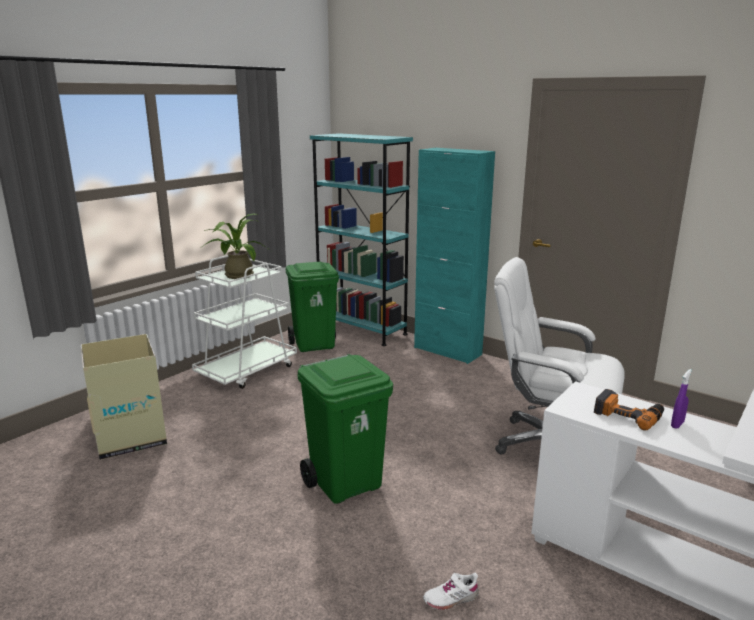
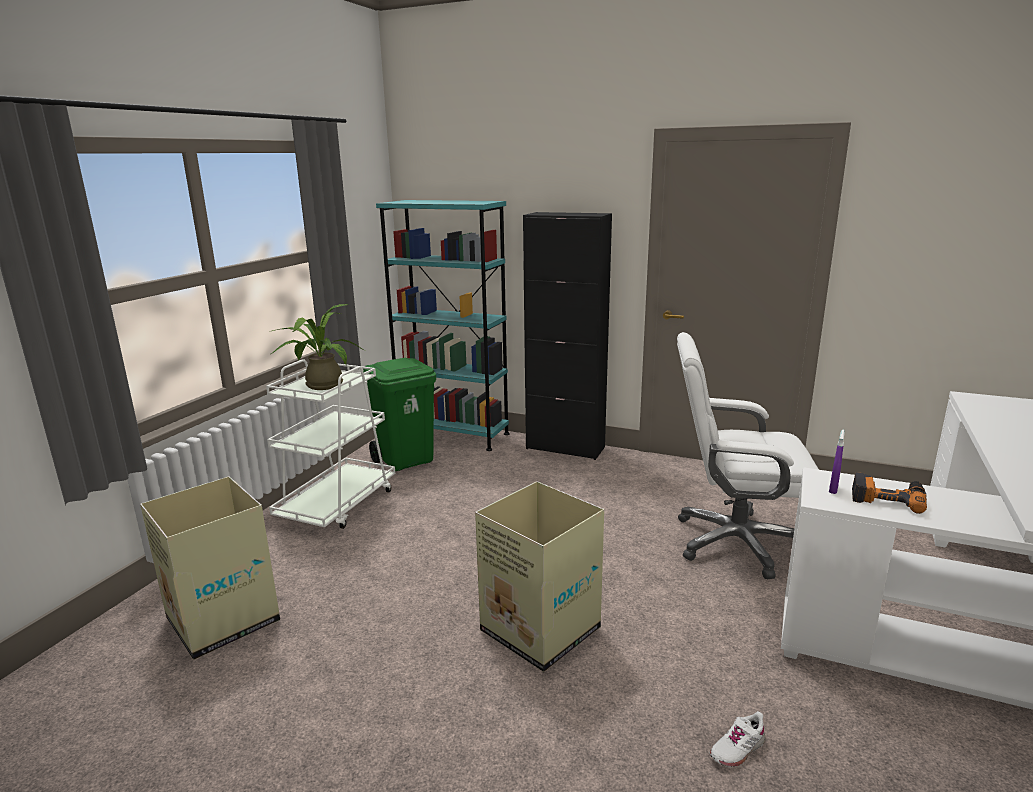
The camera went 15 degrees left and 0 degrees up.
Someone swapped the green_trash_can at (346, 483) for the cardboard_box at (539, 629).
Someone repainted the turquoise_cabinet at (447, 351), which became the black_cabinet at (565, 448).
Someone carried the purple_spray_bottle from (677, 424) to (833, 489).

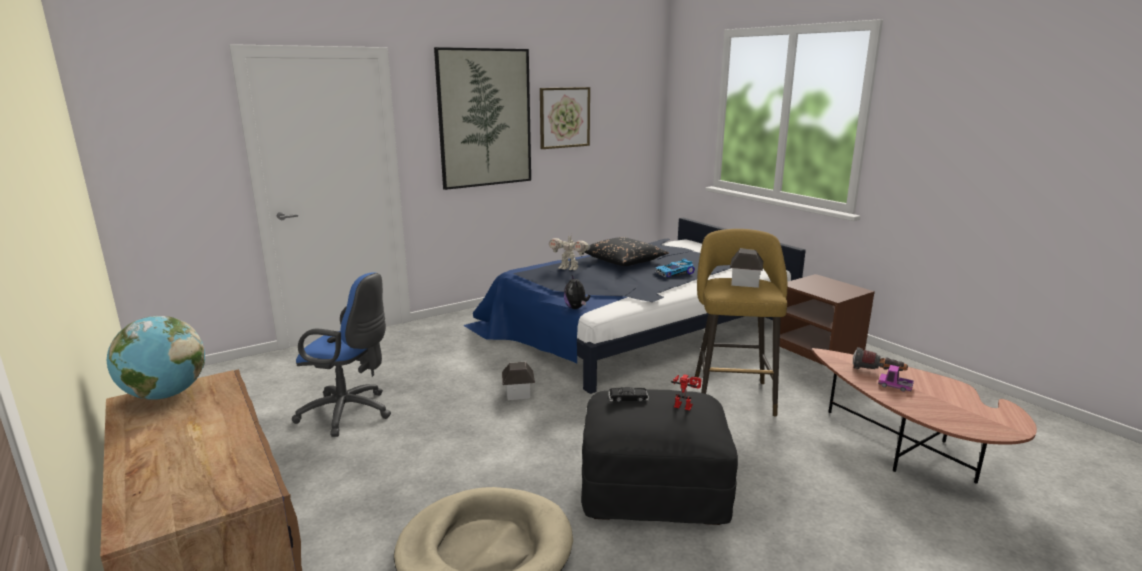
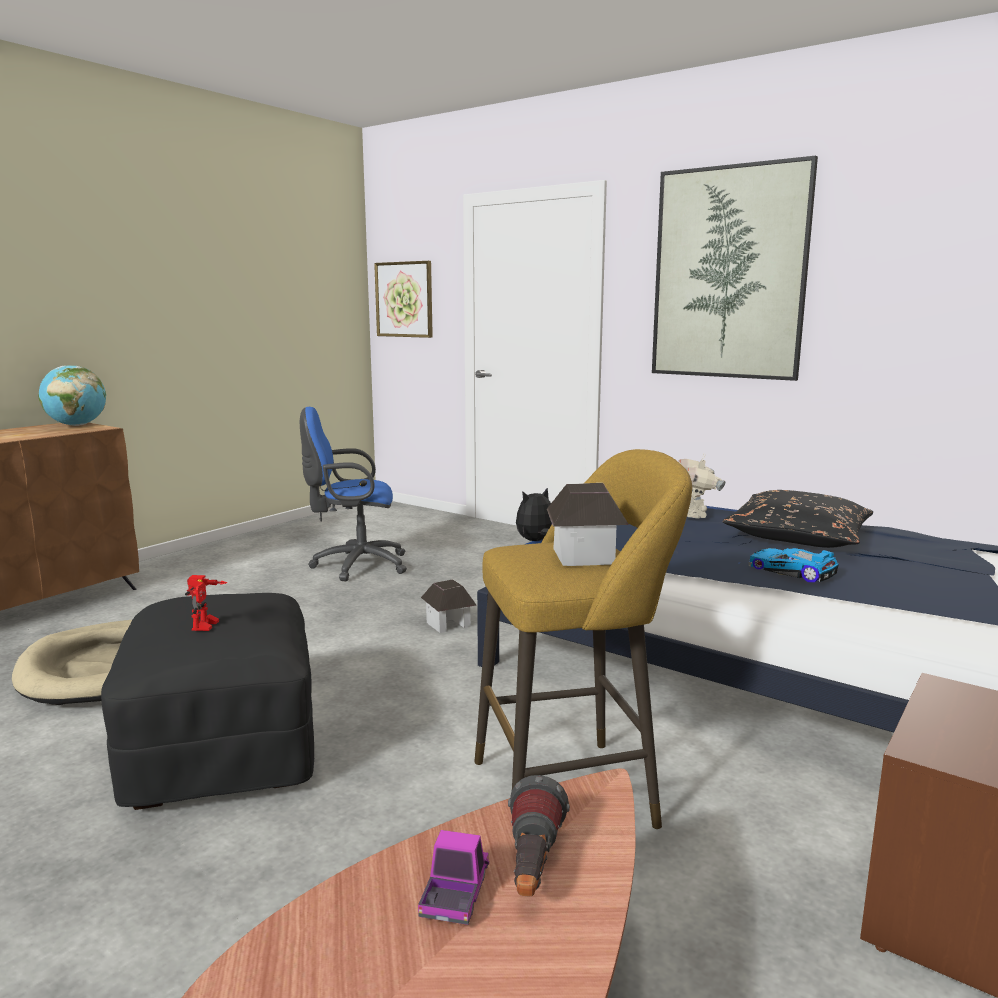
The camera went 70 degrees right and 5 degrees down.
Someone rotated the blue_office_chair at (350, 413) by 90 degrees clockwise.
Someone carried the picture from (564, 117) to (404, 299).
Someone took away the black_toy_car at (628, 398).

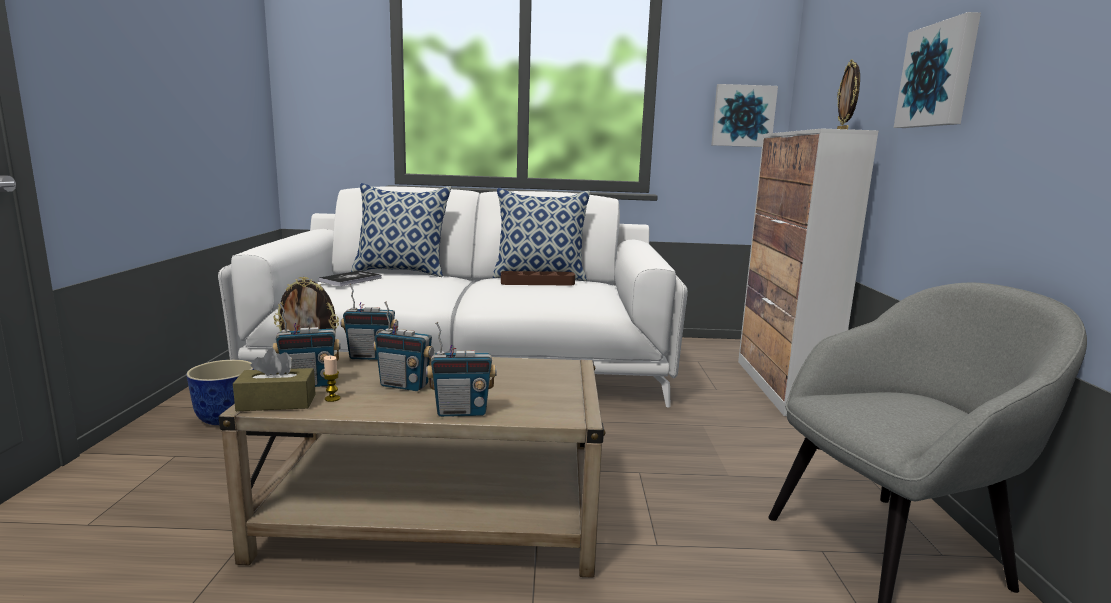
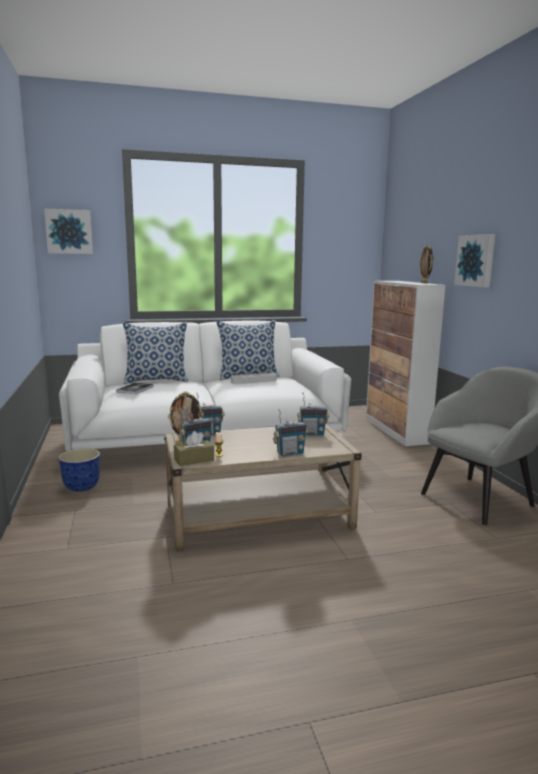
The camera went 15 degrees left and 0 degrees up.
Someone carried the radio from (405, 385) to (312, 433).
Someone repainted the brown_tray at (537, 283), which became the grey_tray at (253, 381).
Someone carried the picture from (743, 116) to (69, 231).

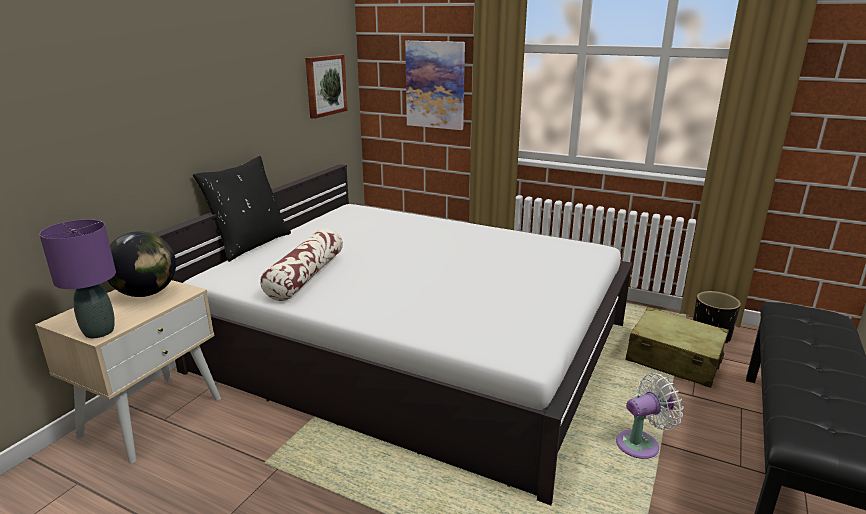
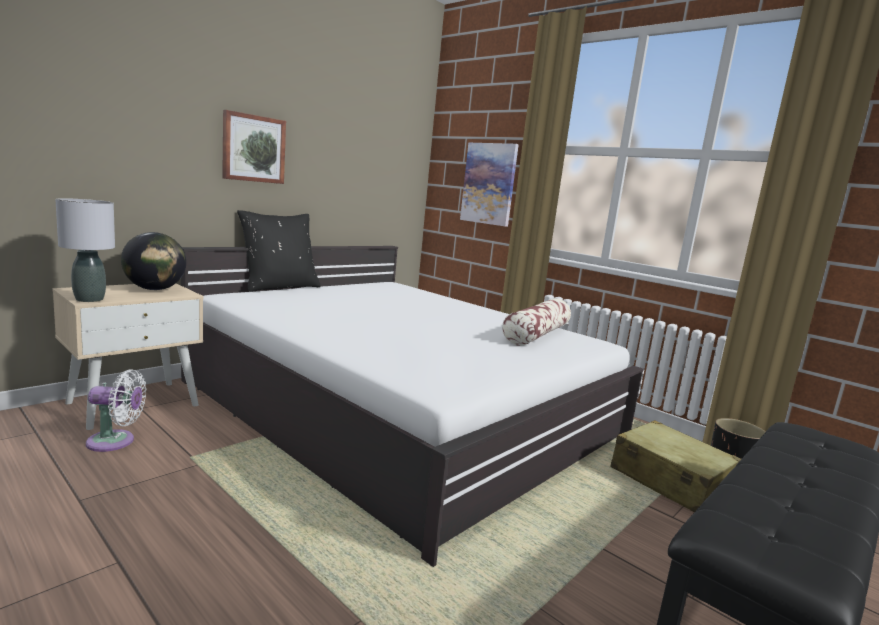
The camera went 15 degrees right and 10 degrees down.
Someone repainted the purple_table_lamp at (99, 331), which became the grey_table_lamp at (90, 299).
Someone carried the pillow from (306, 276) to (536, 335).
Someone carried the picture from (325, 85) to (253, 148).
Someone carried the white_fan from (641, 444) to (115, 442).

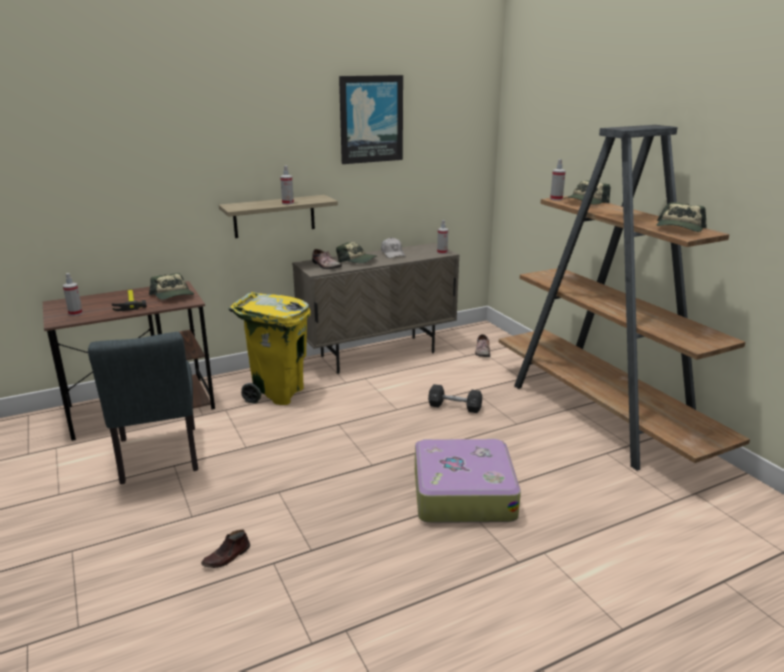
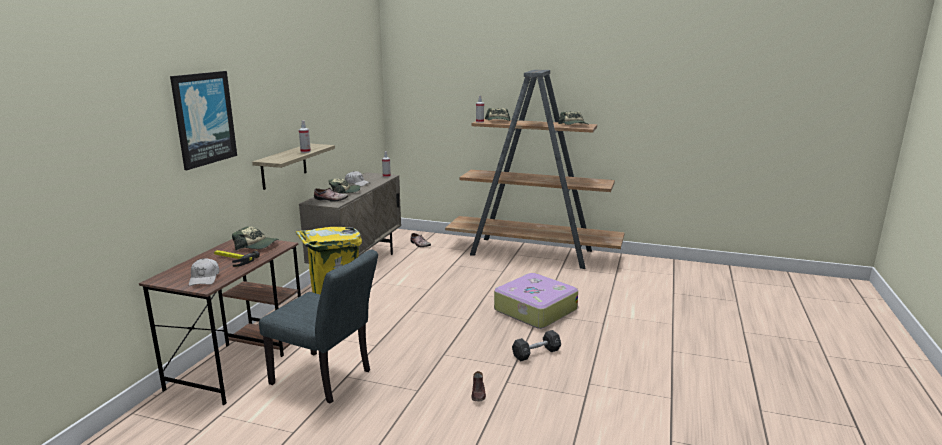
The camera went 45 degrees left and 5 degrees down.
Someone swapped the spray_bottle at (75, 313) for the white_cap at (204, 278).
Someone carried the picture from (371, 119) to (204, 118).
Someone carried the black_dumbbell from (454, 407) to (536, 353).

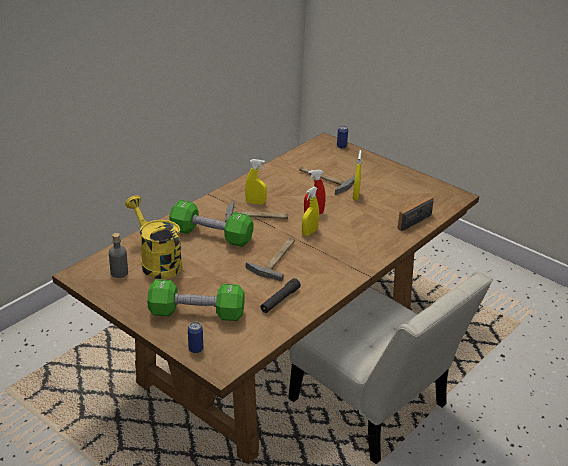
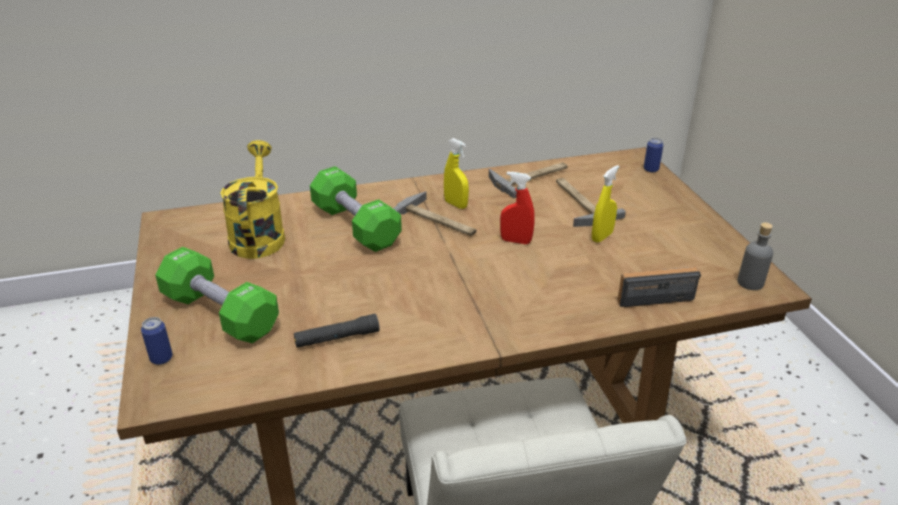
The camera went 35 degrees right and 0 degrees up.
Someone carried the grey_bottle from (119, 273) to (750, 282).
Someone carried the hammer from (276, 258) to (530, 178).
Someone took away the yellow_spray_bottle at (309, 232).

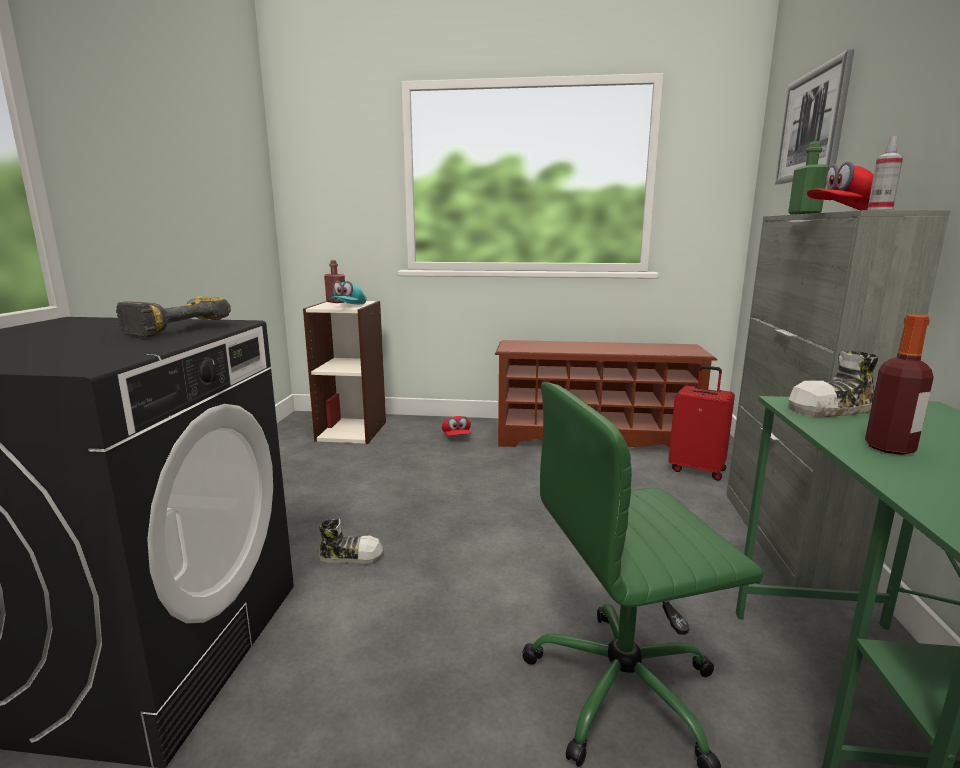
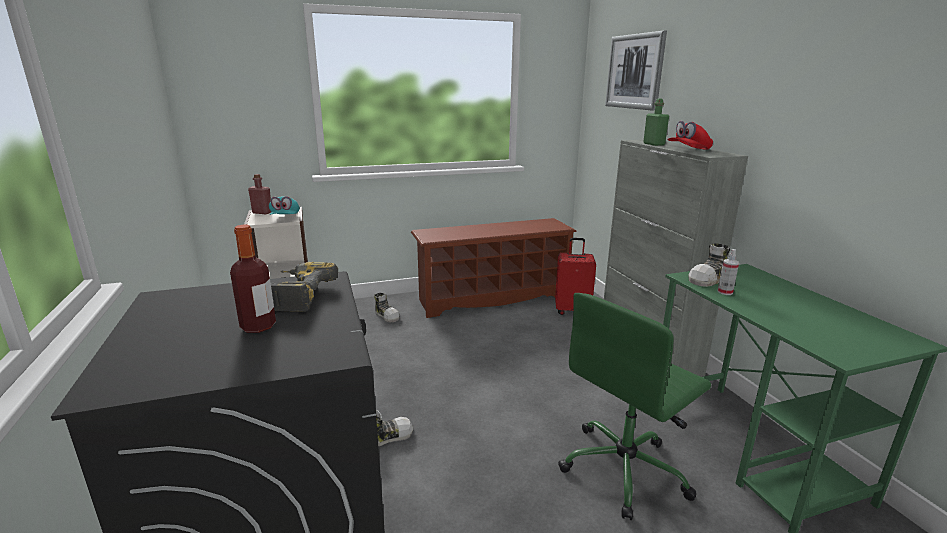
The camera went 25 degrees left and 5 degrees up.
Someone swapped the red_cap at (456, 437) for the shoe at (387, 315).
Someone carried the bottle from (889, 448) to (258, 326).
Someone carried the spray_bottle from (880, 209) to (725, 292).

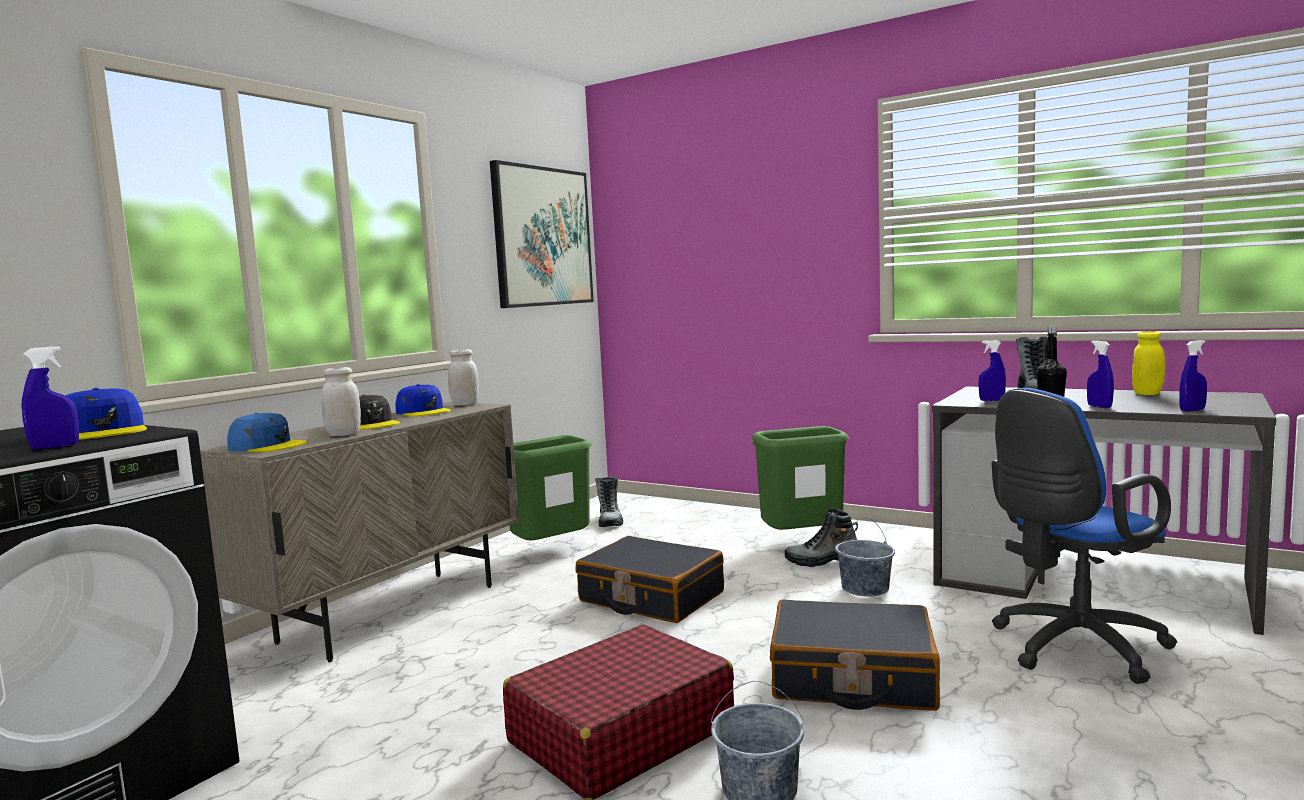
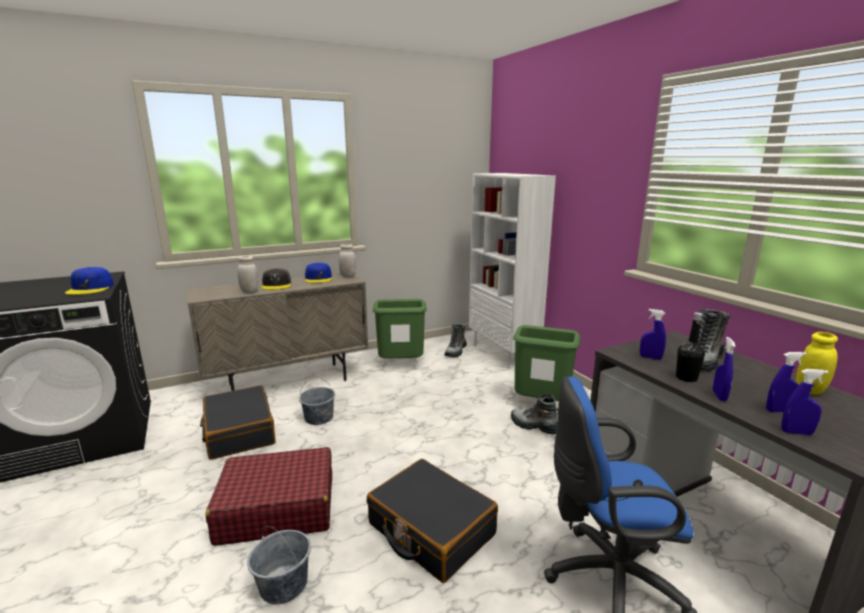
The camera went 30 degrees right and 10 degrees up.
Someone carried the blue_spray_bottle from (55, 447) to (779, 411).
Someone took away the blue_cap at (267, 446).
Someone took away the picture at (542, 237).
Someone carried the black_suitcase from (651, 597) to (239, 432).
Someone carried the grey_bucket from (864, 588) to (318, 418).
Someone put down the white_bookcase at (503, 354).

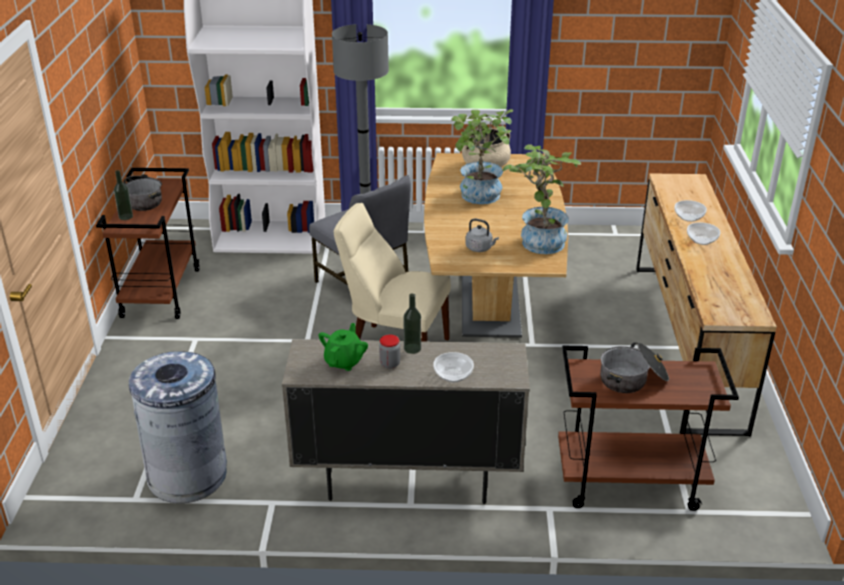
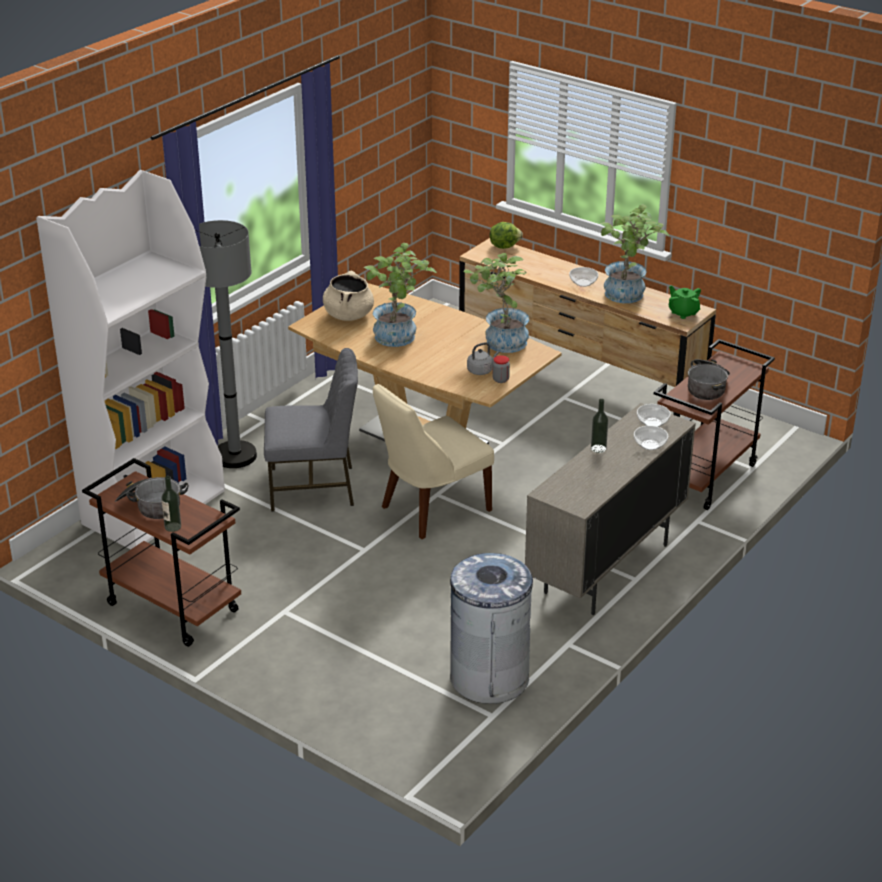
The camera went 55 degrees left and 0 degrees up.
Someone carried the green_teapot from (344, 361) to (683, 313).
Someone carried the jar from (390, 364) to (500, 380).
Someone carried the bowl from (688, 217) to (652, 423).
Someone put down the lettuce at (504, 246).
Someone put down the potted_plant at (627, 297).

